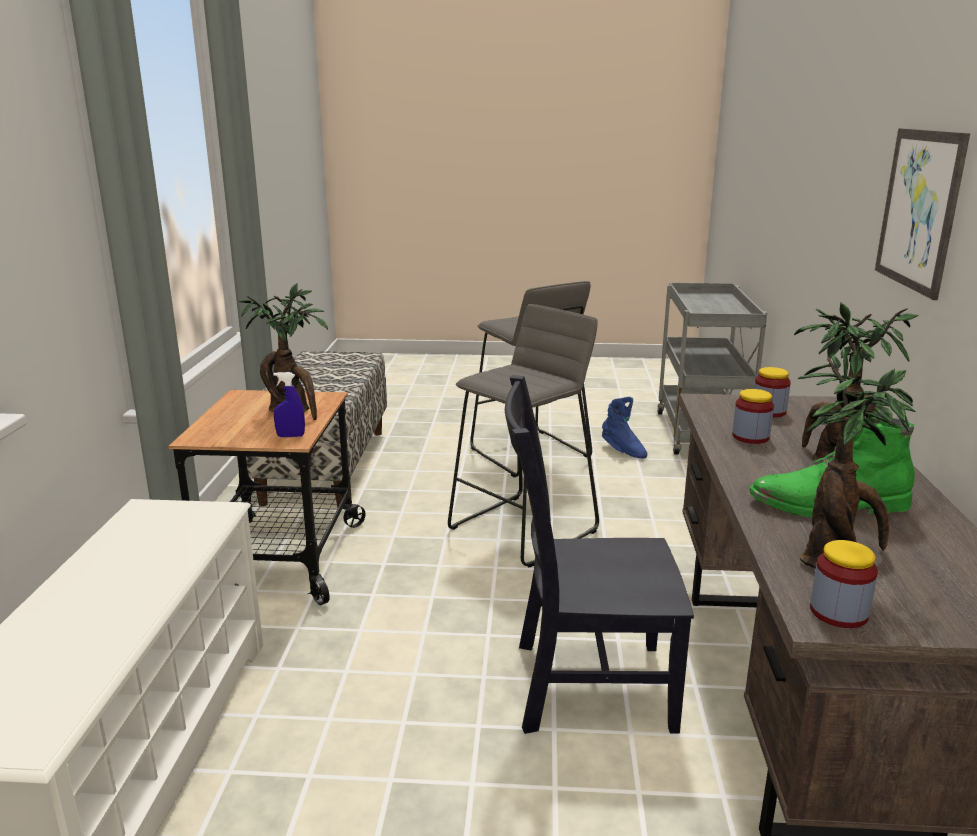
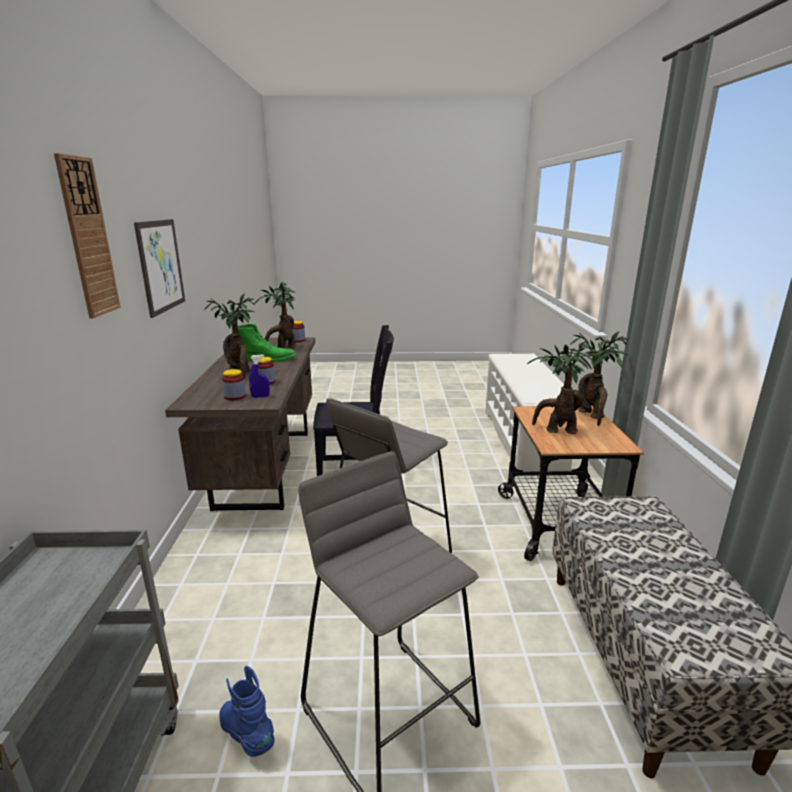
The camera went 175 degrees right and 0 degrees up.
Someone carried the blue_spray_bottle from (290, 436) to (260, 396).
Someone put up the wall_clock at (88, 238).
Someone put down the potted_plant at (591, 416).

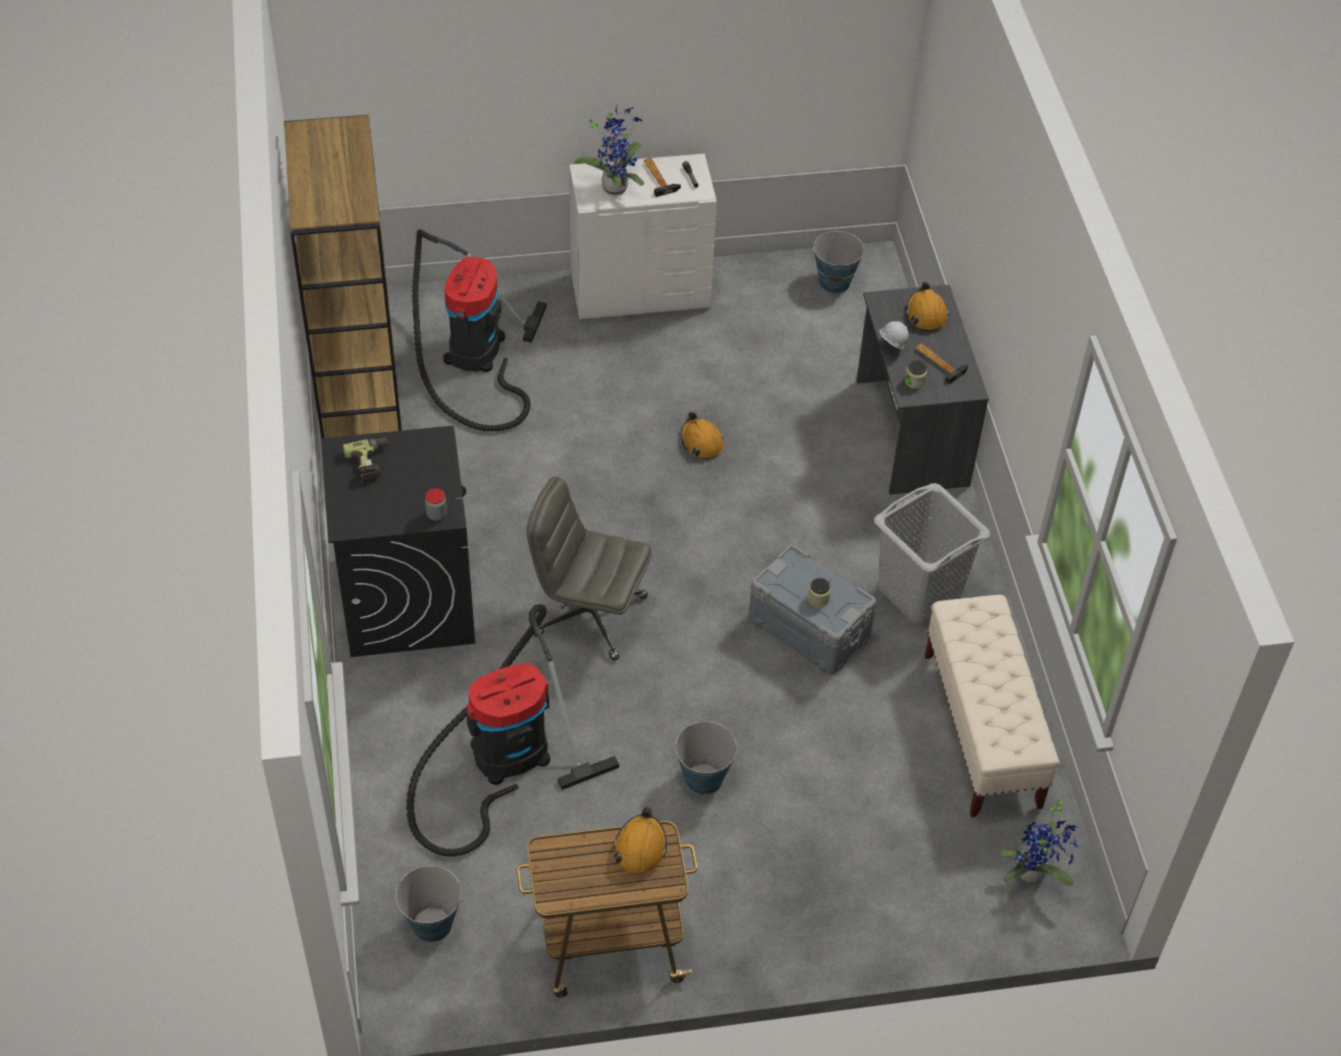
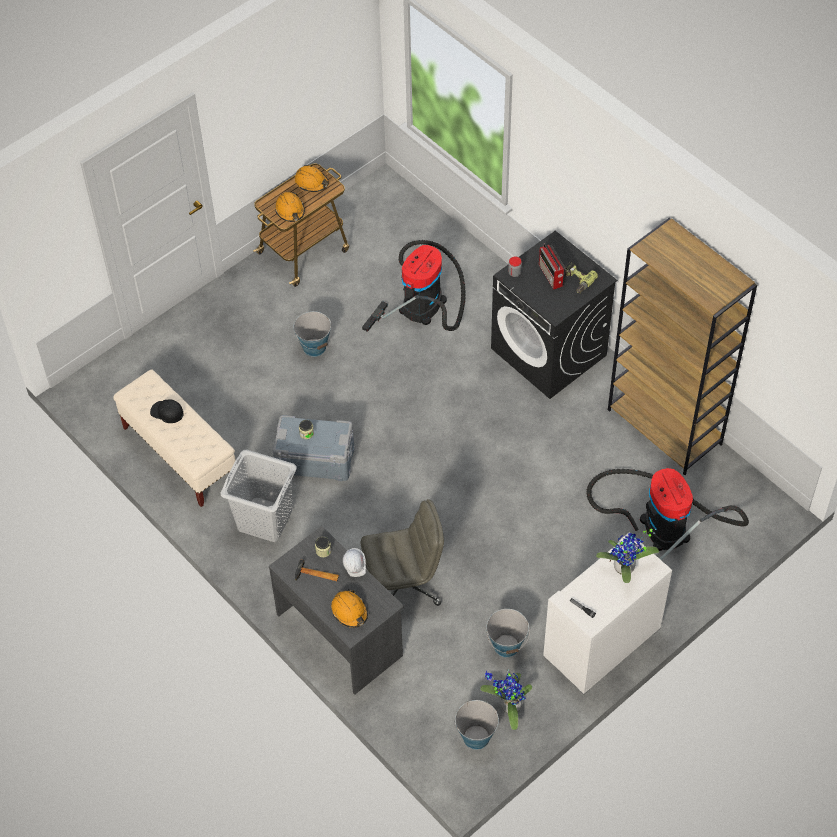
The camera went 150 degrees right and 5 degrees up.
Someone carried the bucket from (431, 924) to (506, 645).
Someone carried the grey_office_chair from (589, 615) to (404, 585).
Someone took away the hammer at (658, 177).
Someone carried the orange_hard_hat from (701, 442) to (311, 182).
Someone carried the potted_plant from (1034, 874) to (508, 706).
Someone put down the black_cap at (167, 412).
Someone put down the radio at (551, 276).

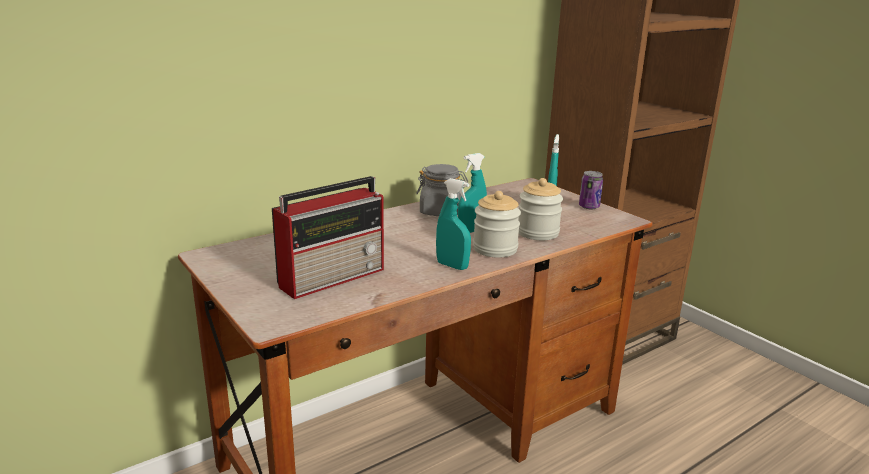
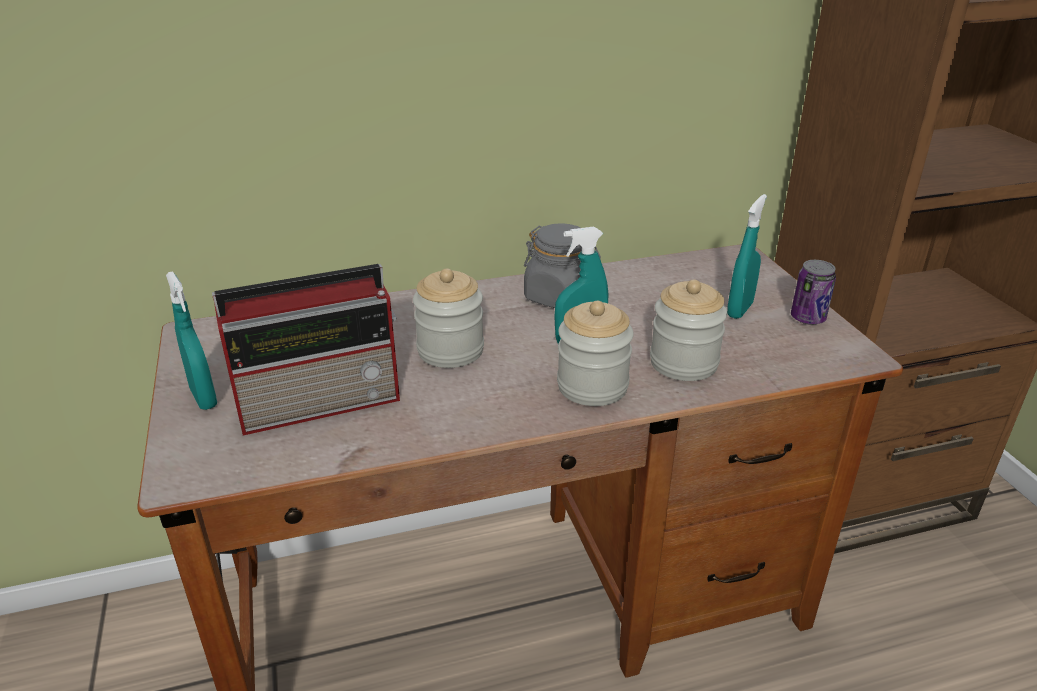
The camera went 20 degrees right and 10 degrees up.
Someone carried the turquoise_spray_bottle from (452, 266) to (204, 398).
Someone put down the jar at (450, 351).

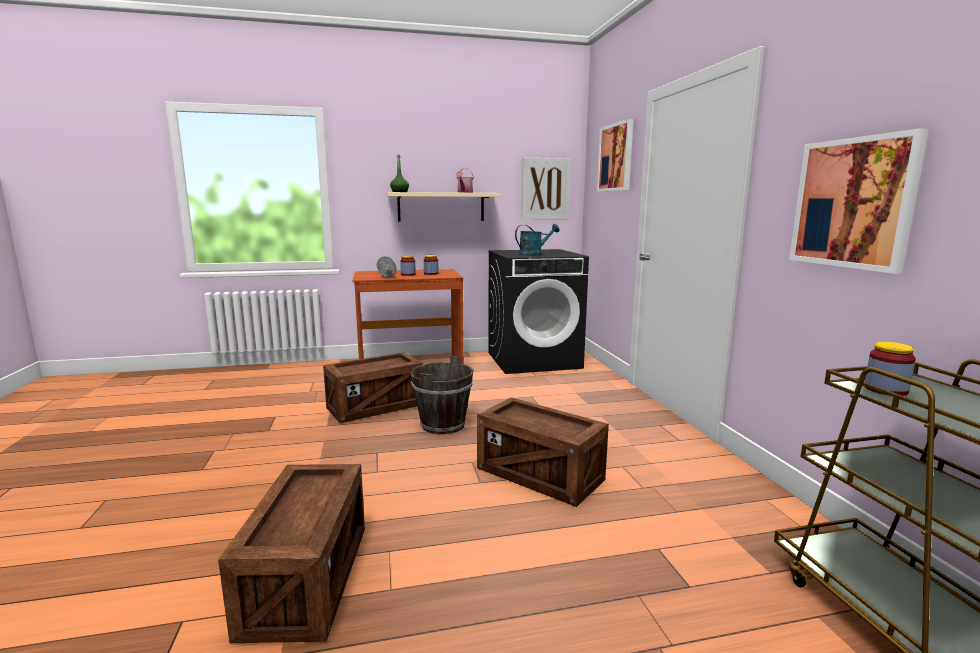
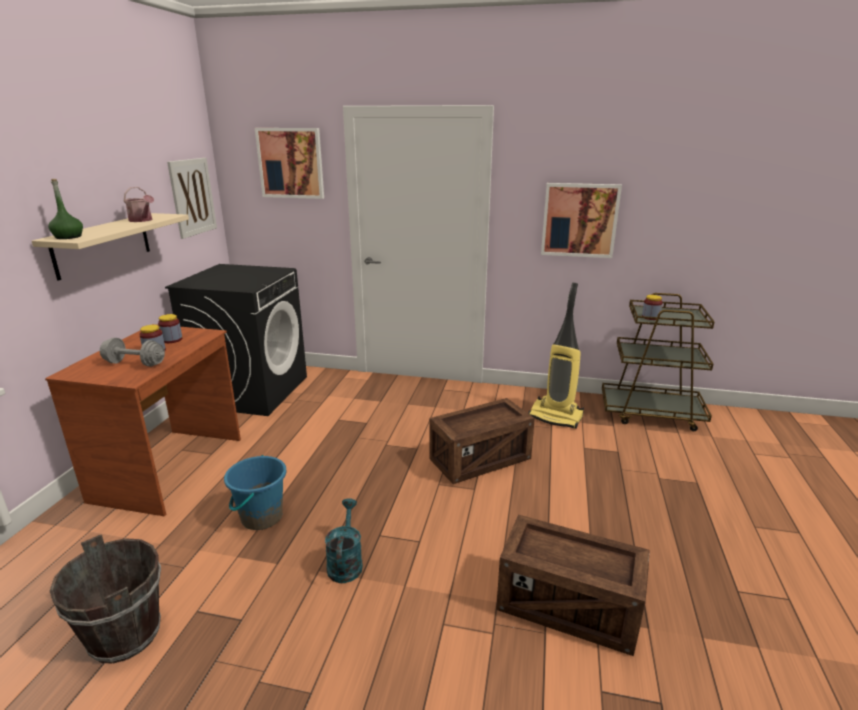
The camera went 65 degrees left and 10 degrees up.
Someone swapped the crate at (375, 407) for the blue_bucket at (261, 517).
Someone carried the brown_bucket from (443, 425) to (126, 635).
Someone carried the turquoise_watering_can from (534, 254) to (345, 562).
Someone put down the vacuum_cleaner at (556, 417).

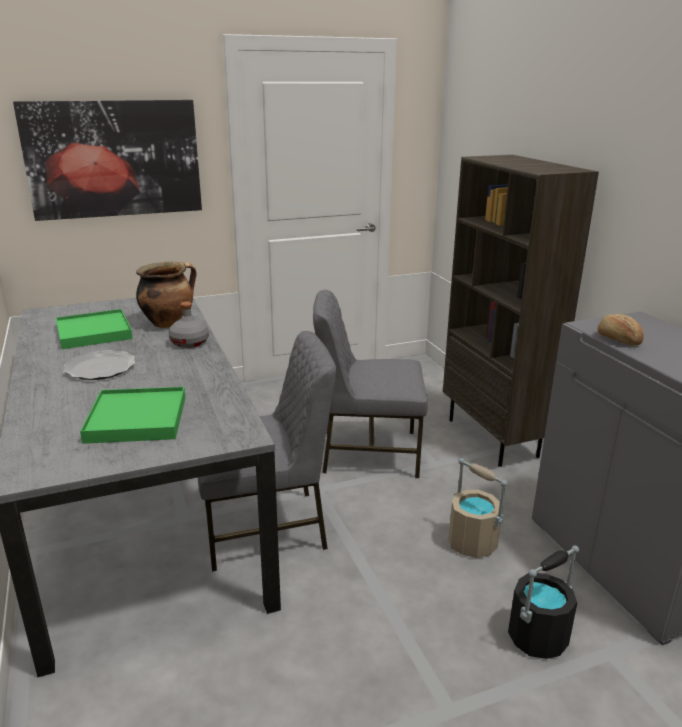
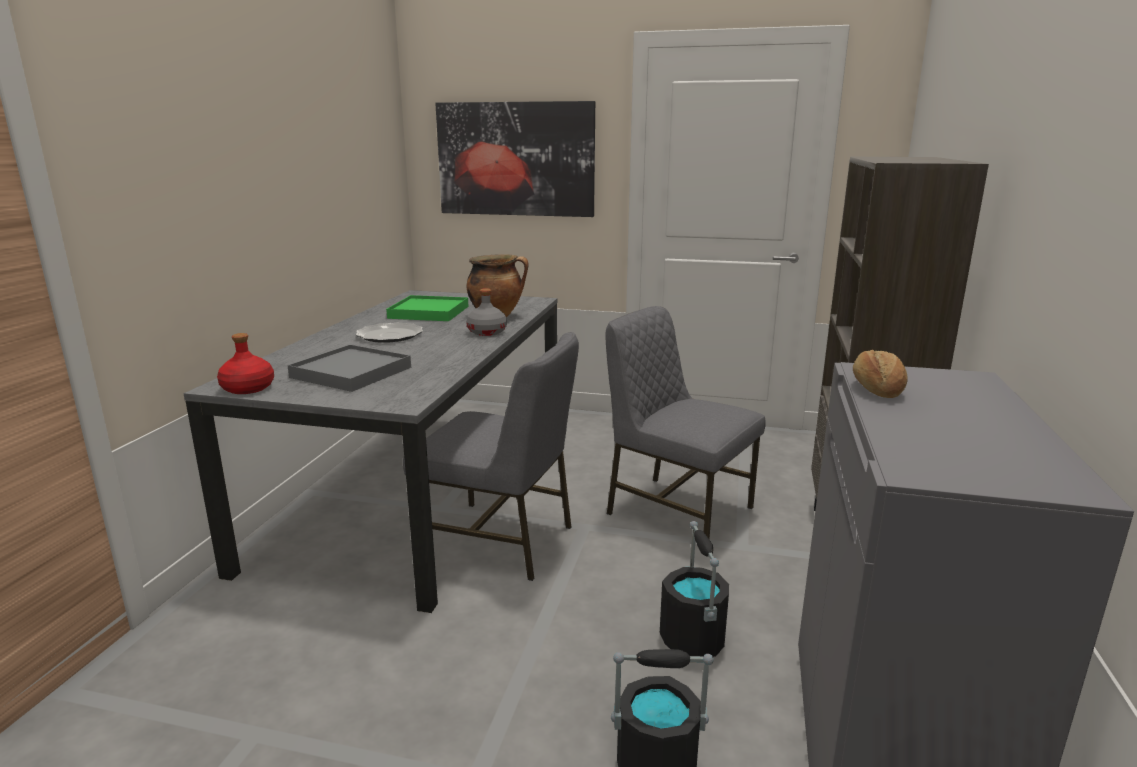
The camera went 35 degrees right and 5 degrees down.
Someone repainted the green_tray at (137, 419), which became the grey_tray at (351, 372).
Someone repainted the beige_bucket at (472, 543), which became the black_bucket at (693, 640).
Someone put down the red_bottle at (247, 388).

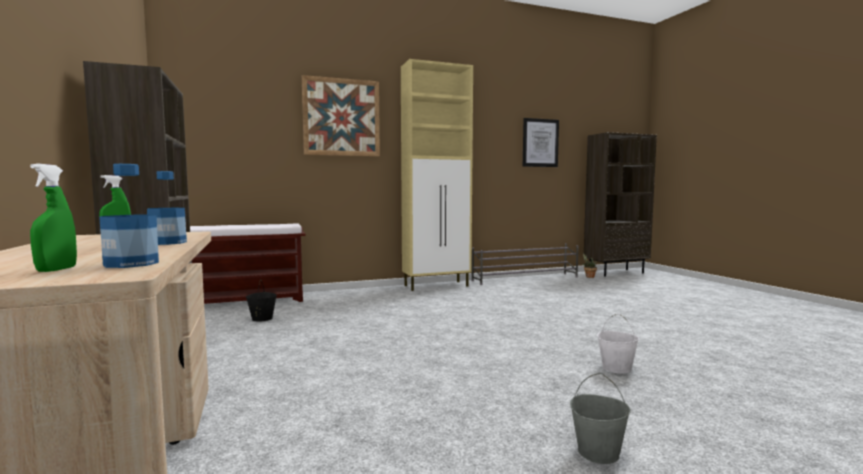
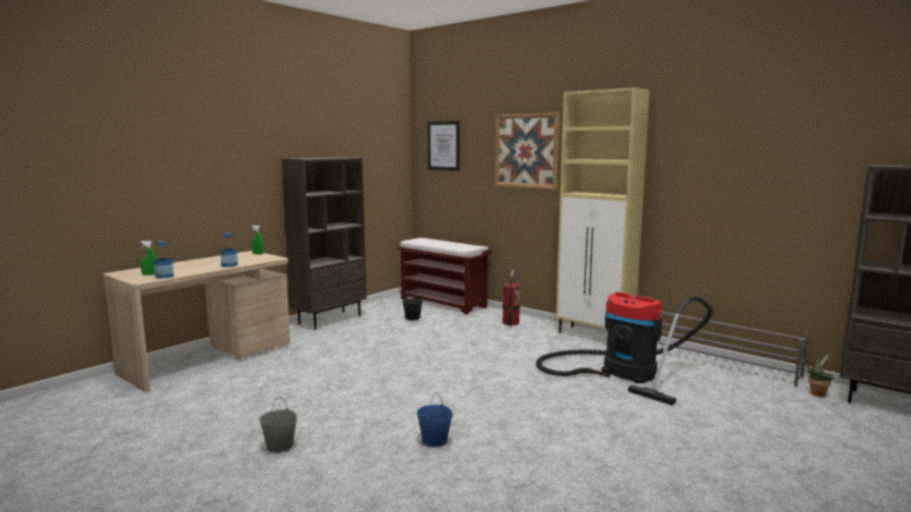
The camera went 60 degrees right and 5 degrees up.
Someone carried the picture from (540, 143) to (444, 146).
Someone repainted the white_bucket at (617, 368), which became the blue_bucket at (435, 441).
Someone put down the fire_extinguisher at (510, 323).
Someone put down the vacuum_cleaner at (623, 372).

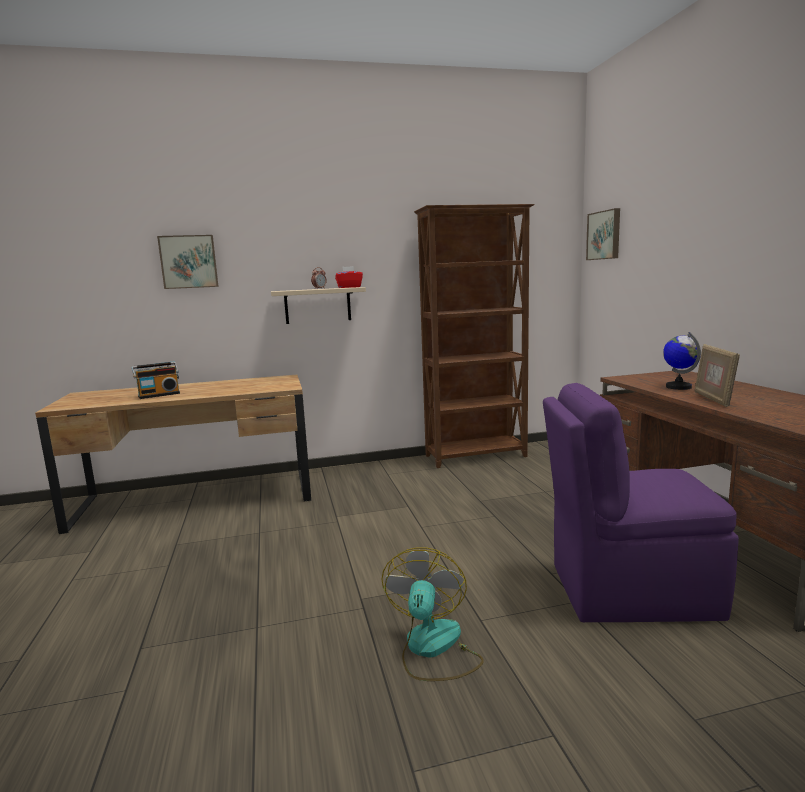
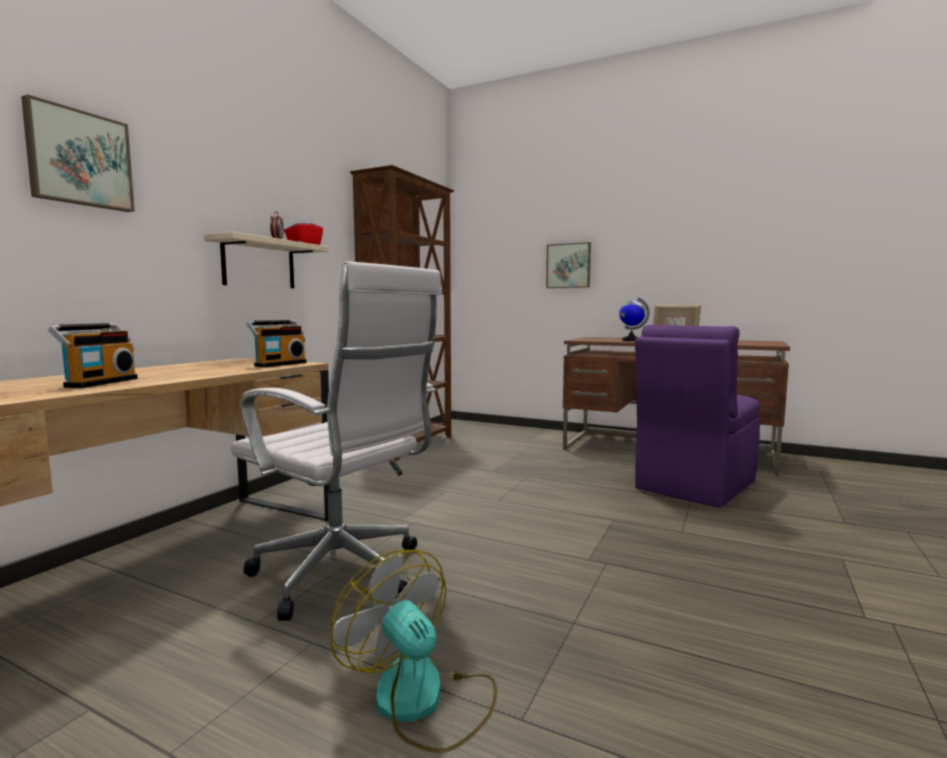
The camera went 50 degrees left and 5 degrees down.
Someone carried the fan from (433, 649) to (422, 701).
Someone carried the picture from (604, 235) to (568, 266).
Someone put down the white_office_chair at (344, 576).
Someone put down the radio at (279, 364).

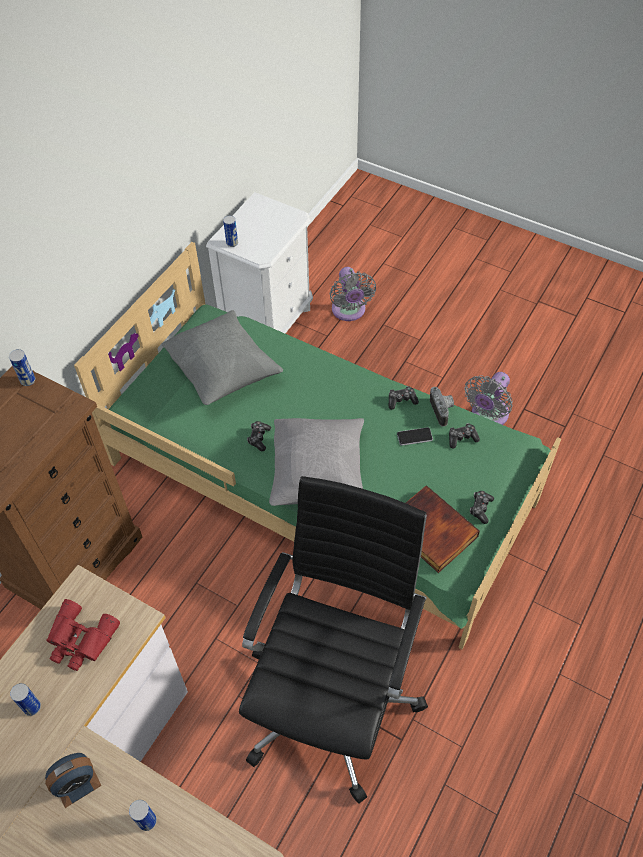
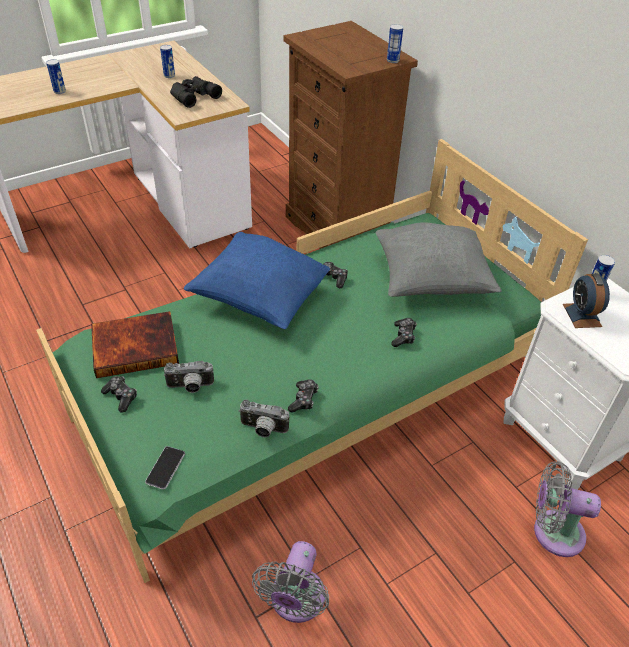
The camera went 115 degrees right and 10 degrees down.
Someone carried the alarm_clock from (77, 783) to (582, 315).
Someone repainted the red_binoculars at (80, 640), which became the black_binoculars at (192, 96).
Someone took away the black_office_chair at (333, 699).
Someone repainted the grey_pillow at (318, 477), which became the blue_pillow at (259, 299).
Someone carried the phone from (414, 437) to (165, 468).
Someone carried the game_controller from (462, 438) to (403, 336).
Someone rotated the grey_fan at (487, 416) by 135 degrees counterclockwise.
Someone put down the photo_camera at (190, 387).

